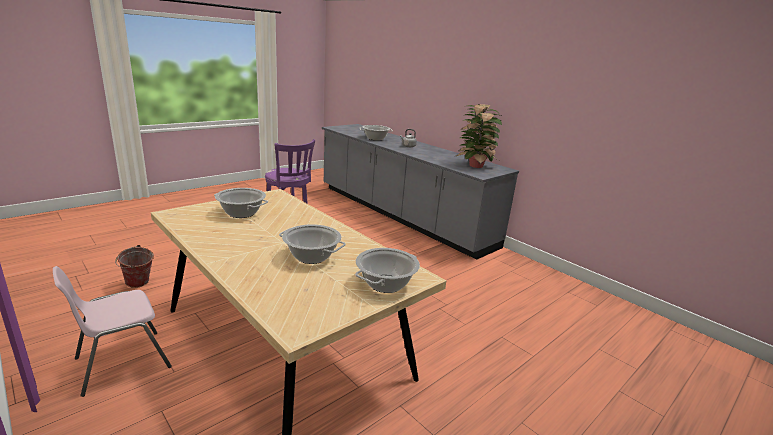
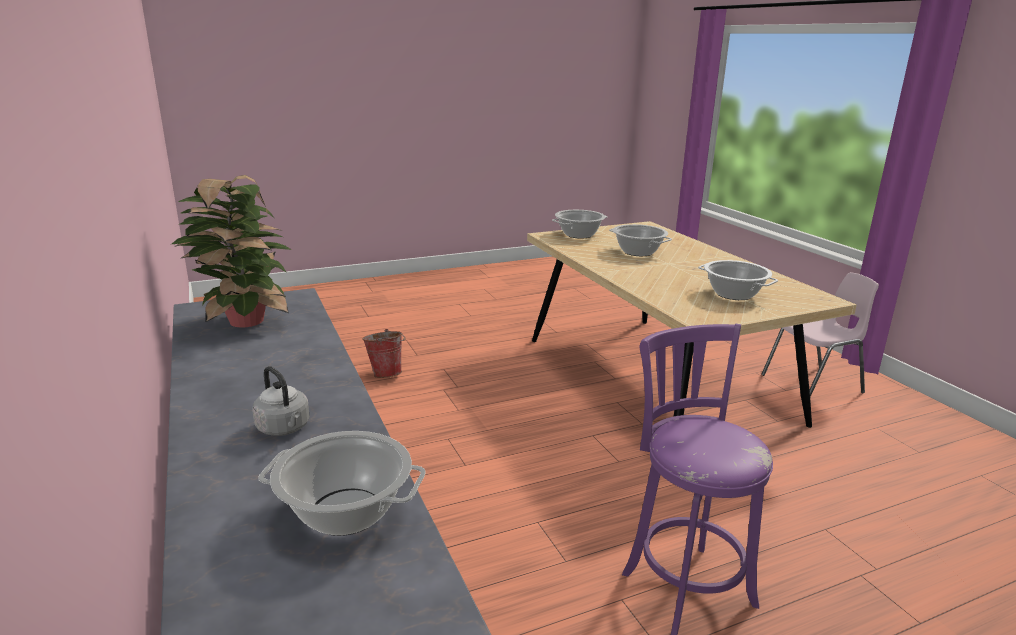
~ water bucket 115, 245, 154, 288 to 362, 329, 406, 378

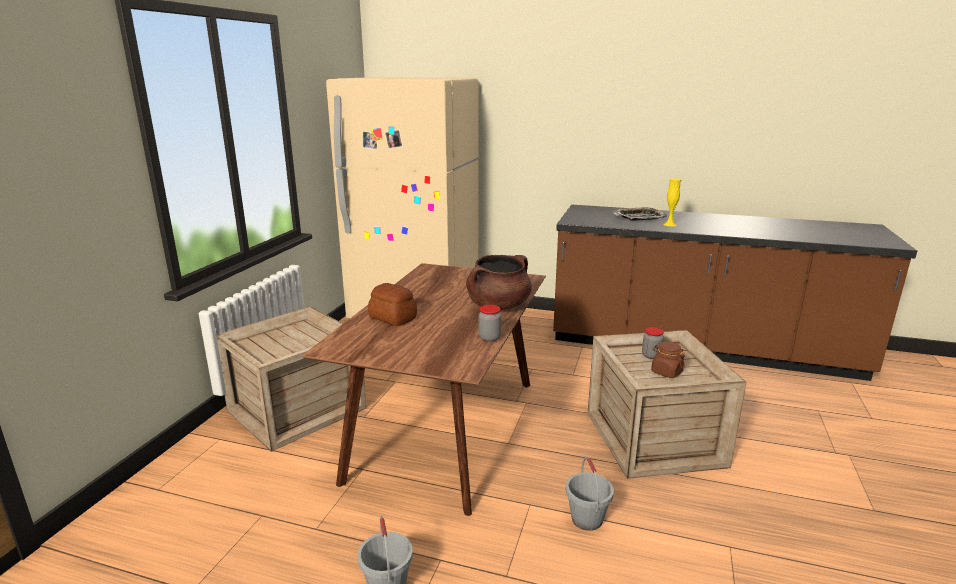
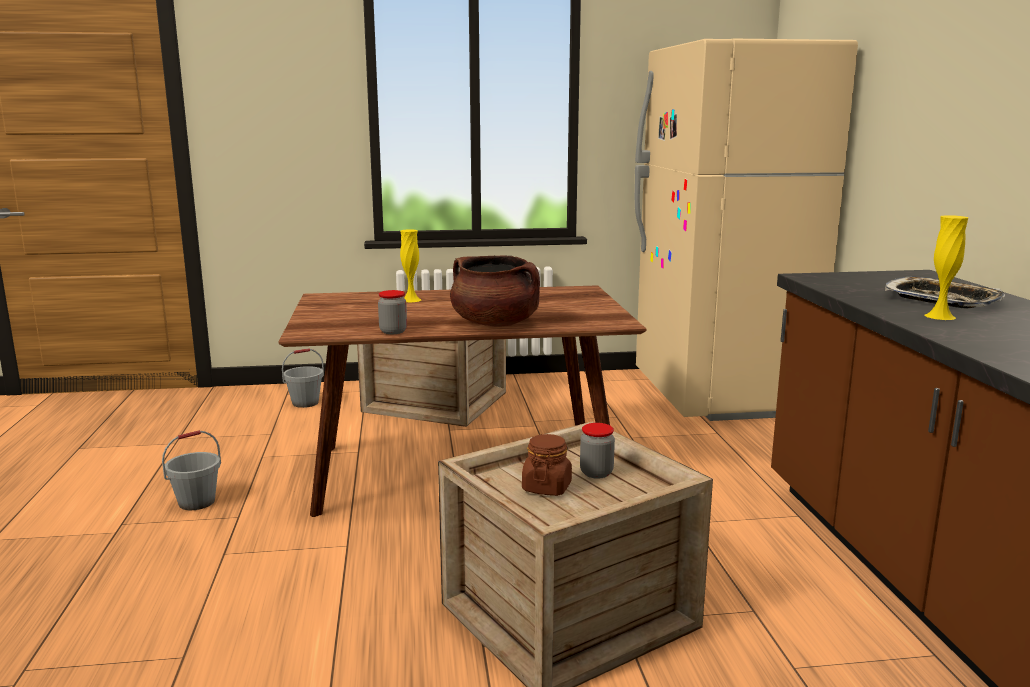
~ water bucket (grey) 566, 457, 614, 531 to 282, 348, 324, 408
~ baked bread 368, 283, 417, 326 to vase (yellowish) 400, 229, 421, 302

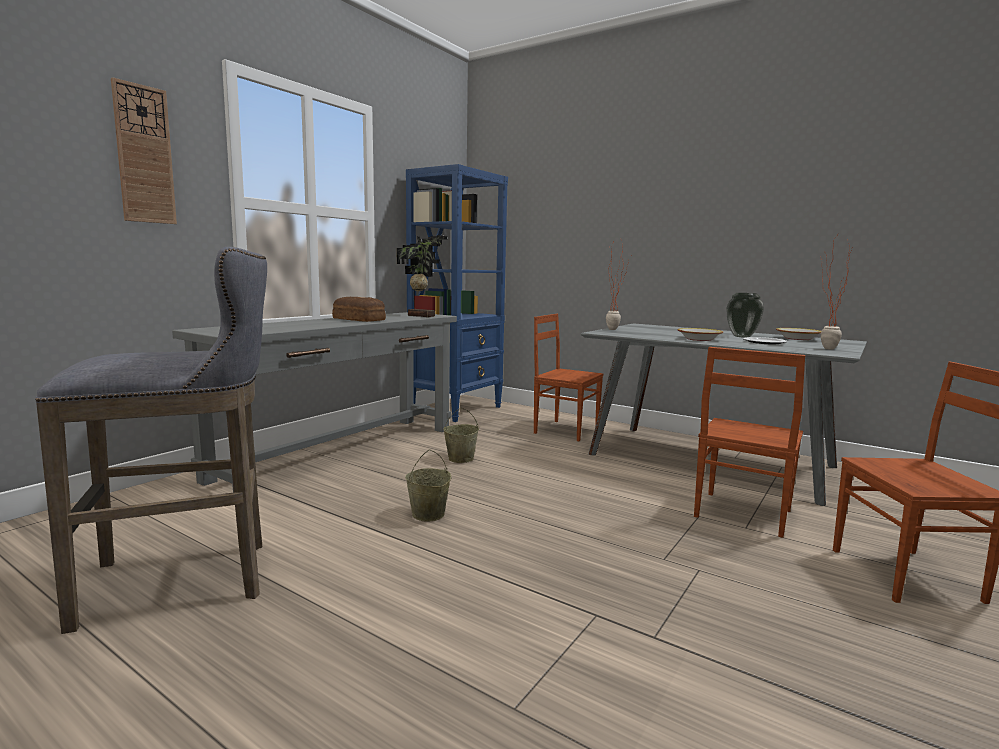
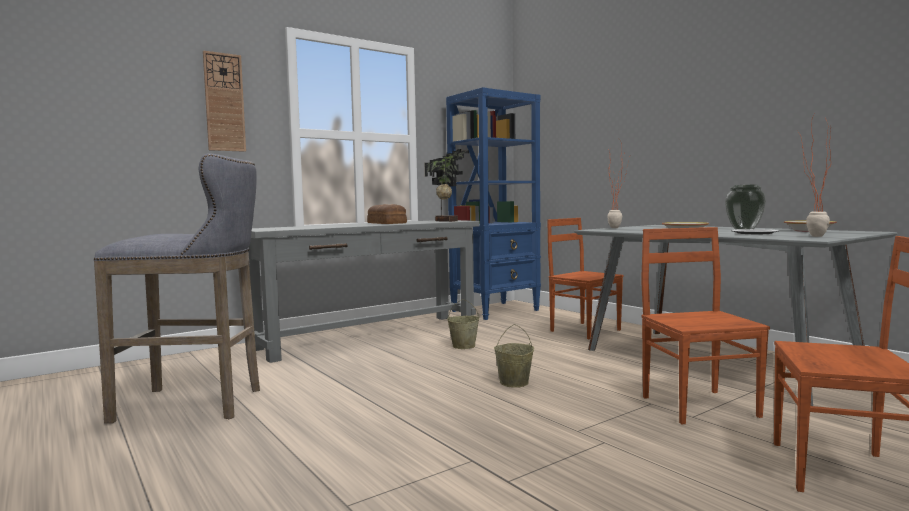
~ water bucket (beige-coloured) 405, 450, 451, 522 to 494, 324, 534, 388
~ chair (brown-coloured) 694, 347, 805, 538 = 641, 227, 770, 424 120 degrees clockwise

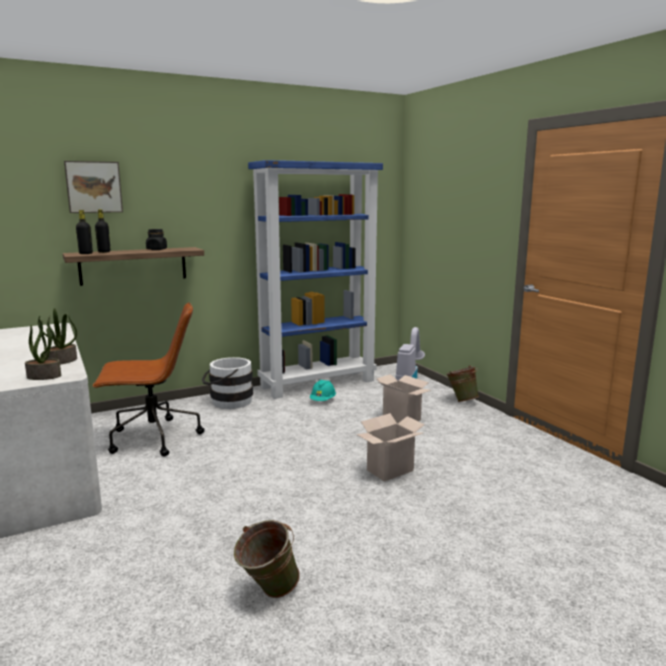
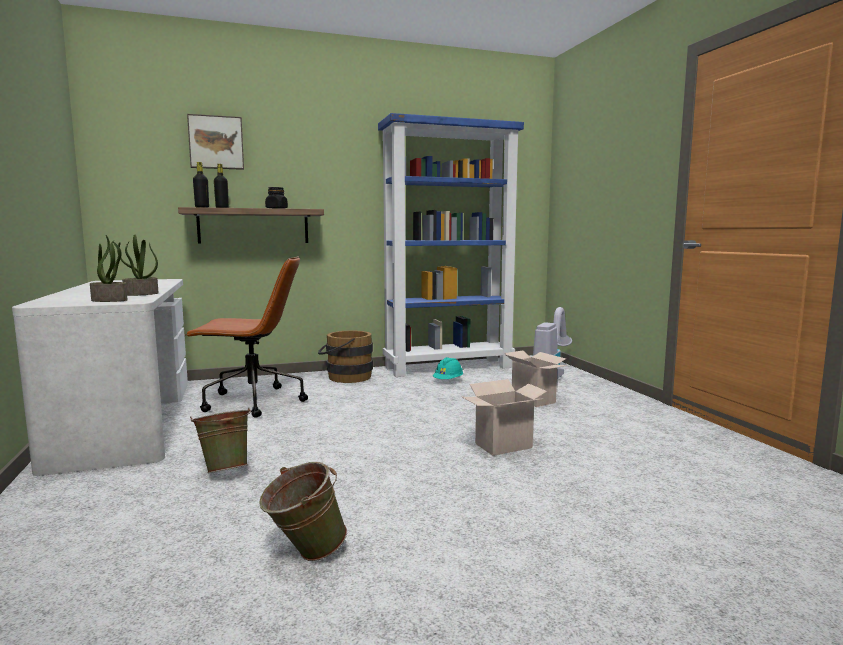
~ water bucket (greenish) 446, 365, 479, 402 to 190, 408, 251, 473
~ water bucket (whitish) 202, 357, 253, 409 to water bucket (brown-coloured) 318, 331, 373, 383

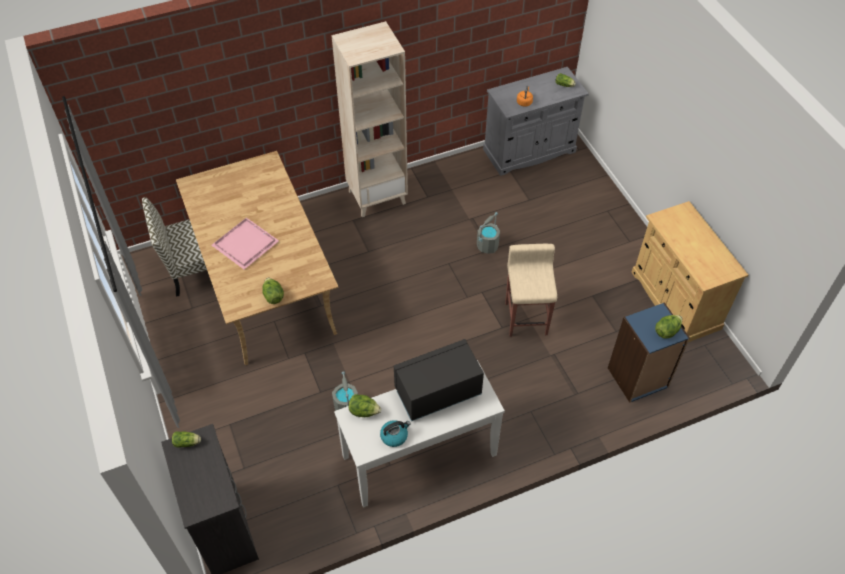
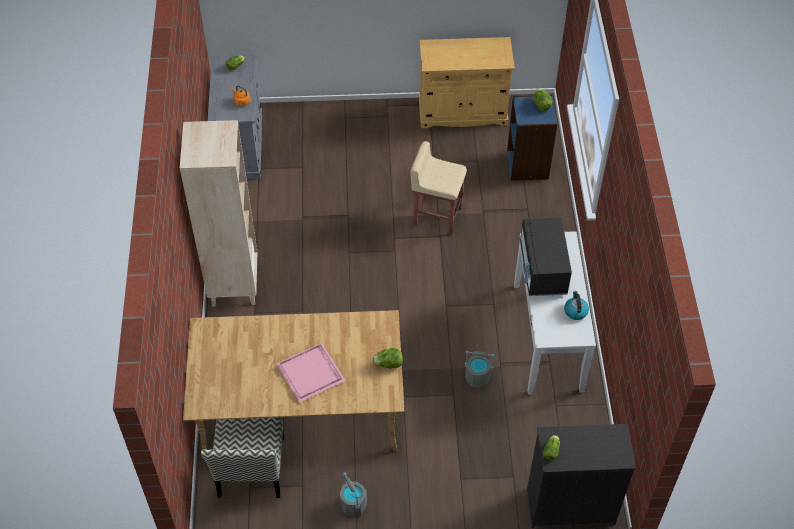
- head of lettuce 348, 394, 381, 417
~ water bucket (grey) 477, 212, 500, 254 to 340, 472, 367, 517

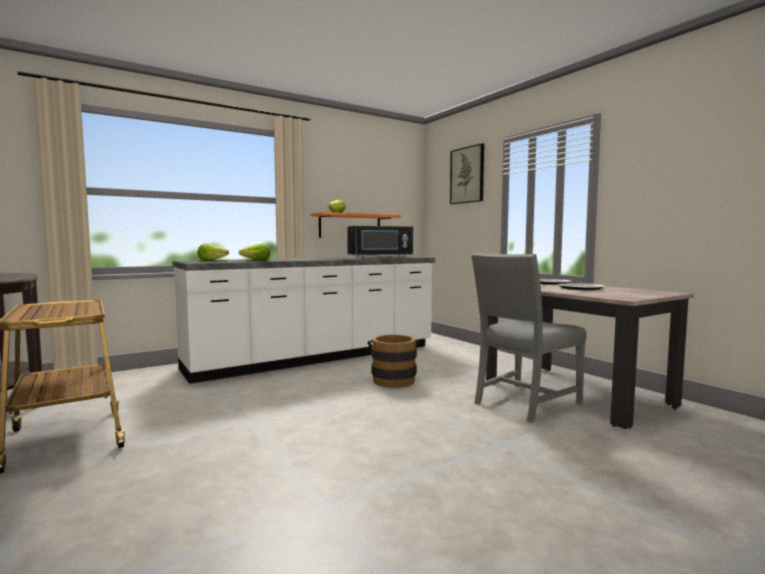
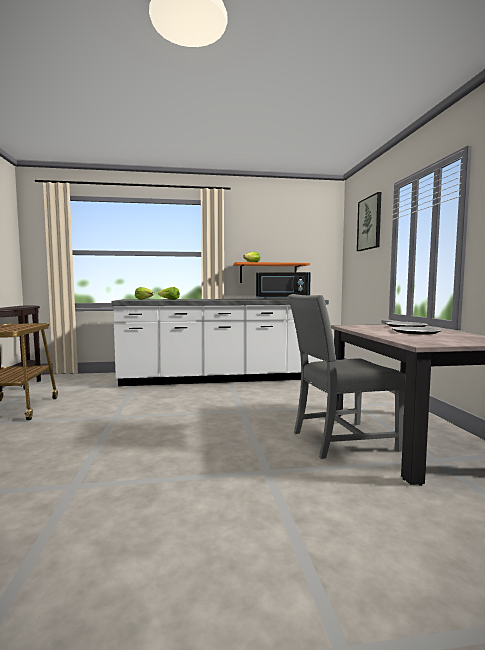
- water bucket (brown-coloured) 367, 335, 420, 388

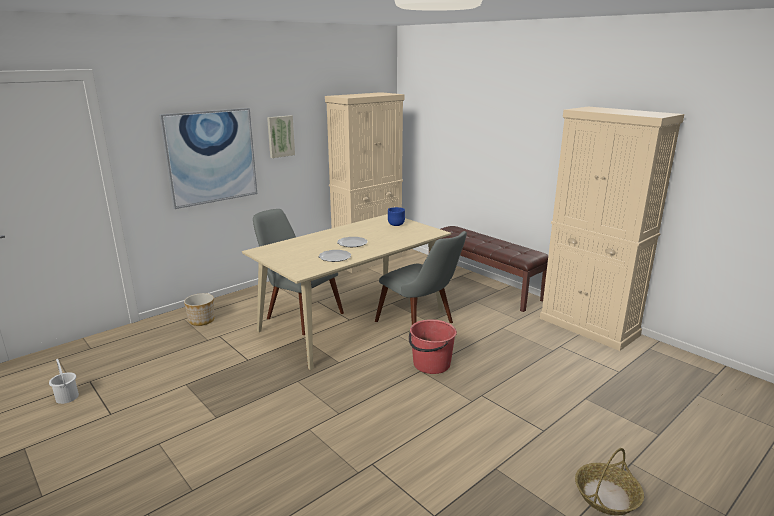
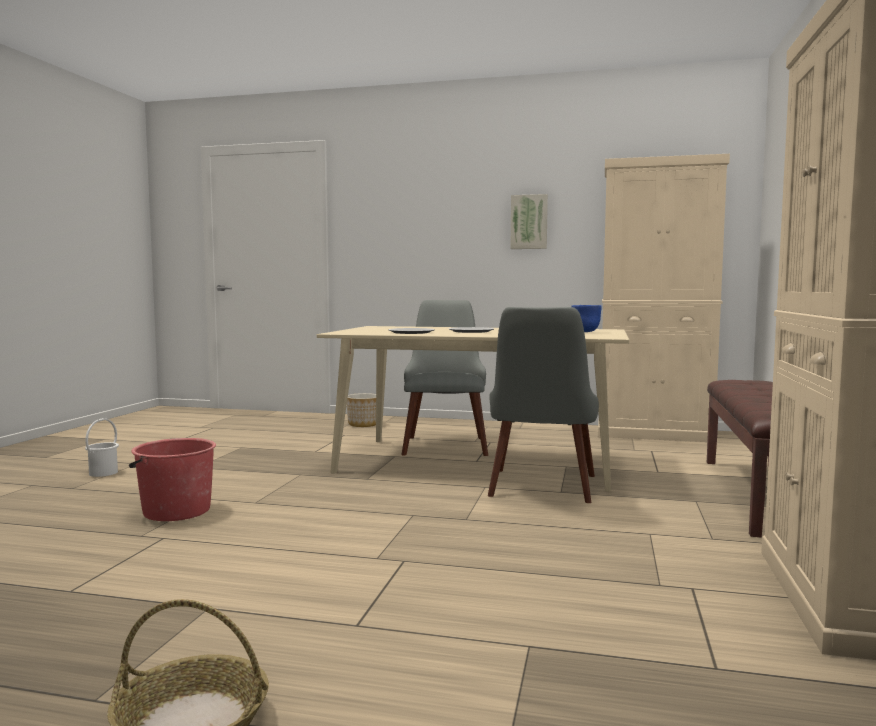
- wall art 159, 108, 257, 209
~ water bucket (whitish) 49, 359, 79, 404 to 85, 418, 119, 477
~ water bucket (reddish) 409, 319, 457, 374 to 129, 438, 216, 521

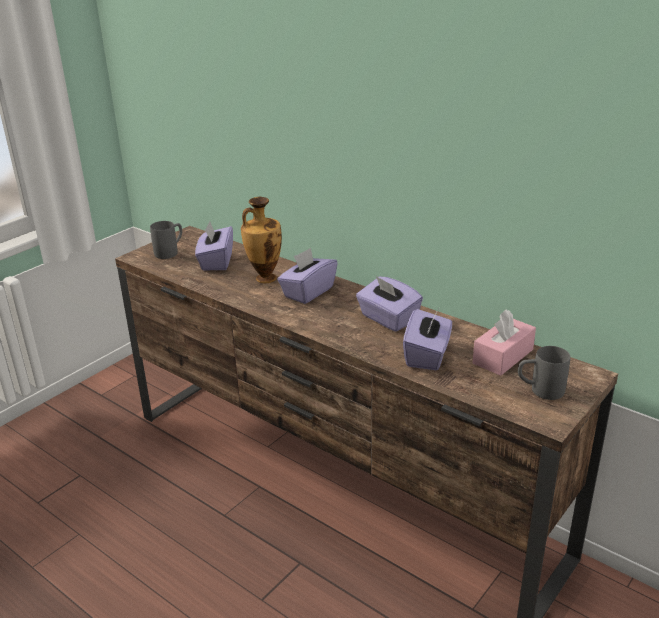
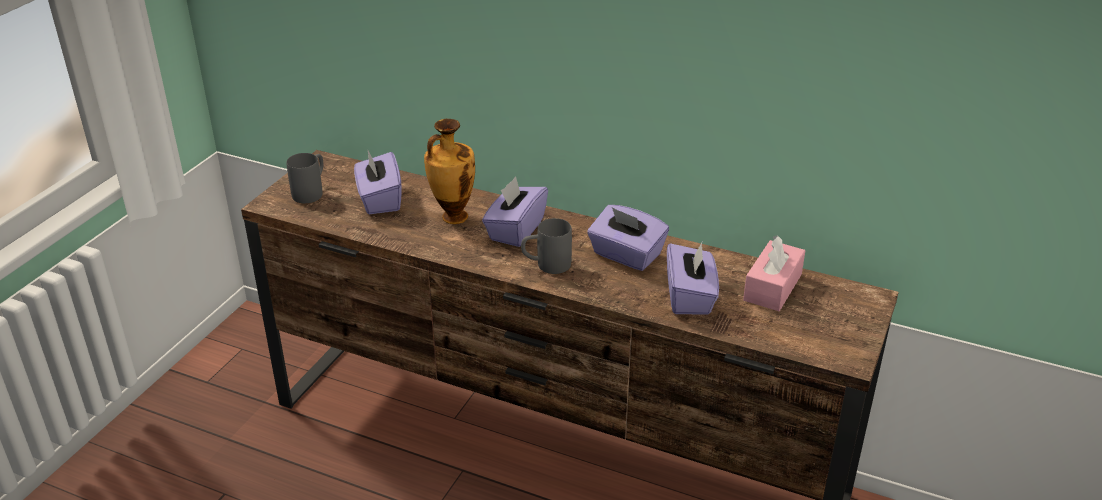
~ coffee mug (grey) 518, 346, 570, 400 to 521, 218, 572, 274

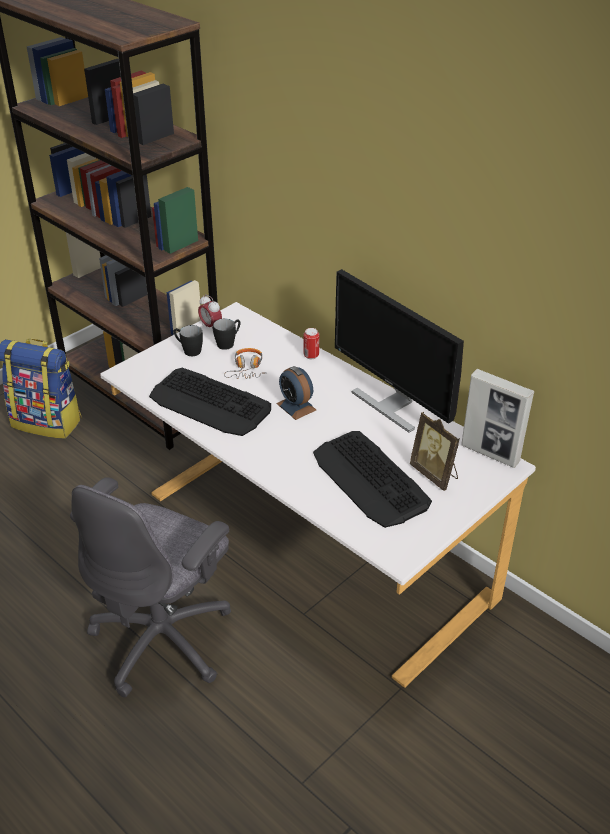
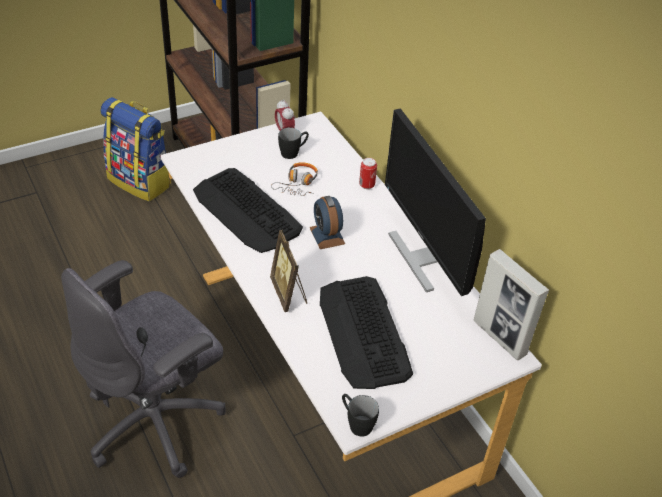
~ coffee mug (black-coloured) 173, 325, 203, 356 to 342, 394, 379, 437
~ photo frame 410, 412, 460, 491 to 270, 230, 307, 312

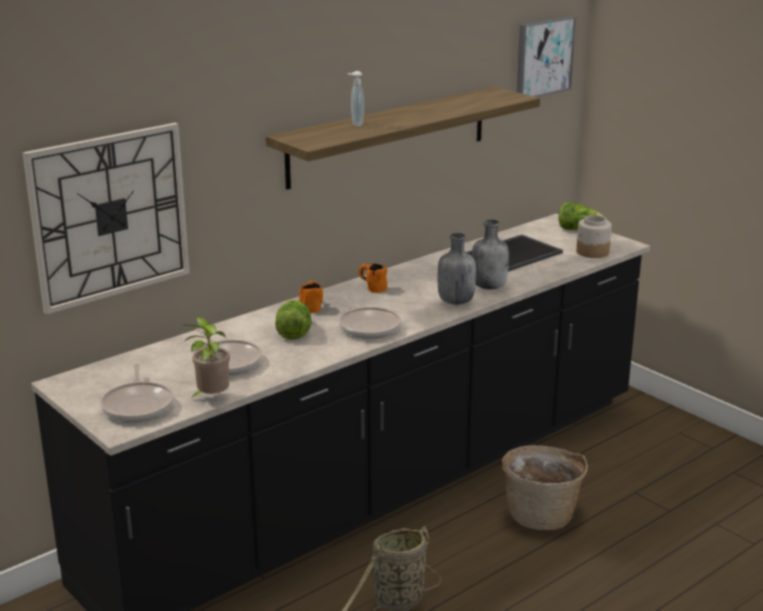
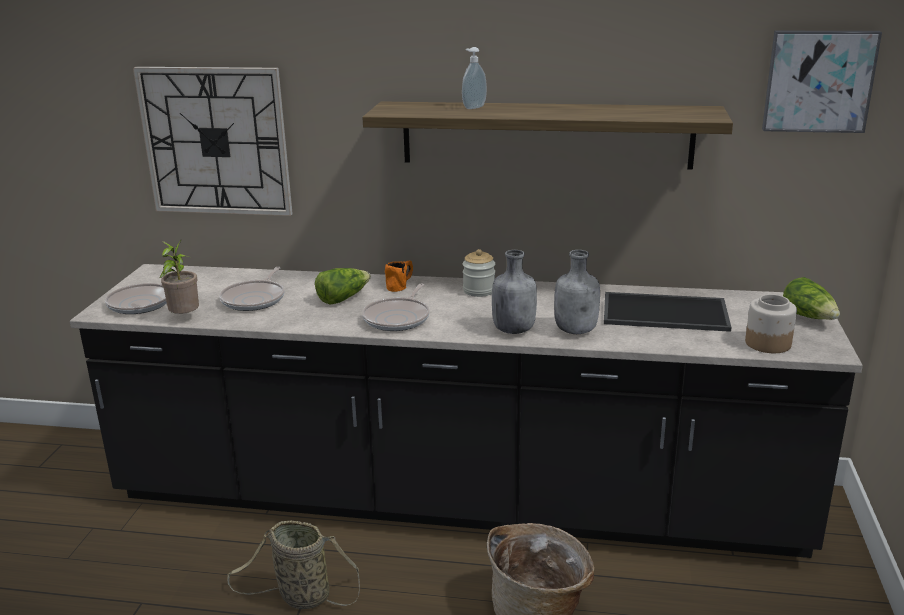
~ coffee mug (orange) 358, 263, 387, 293 to jar 463, 249, 495, 297

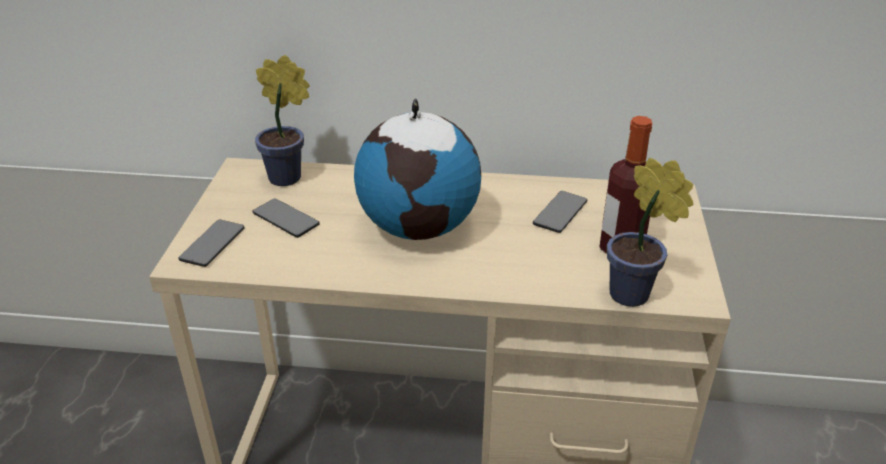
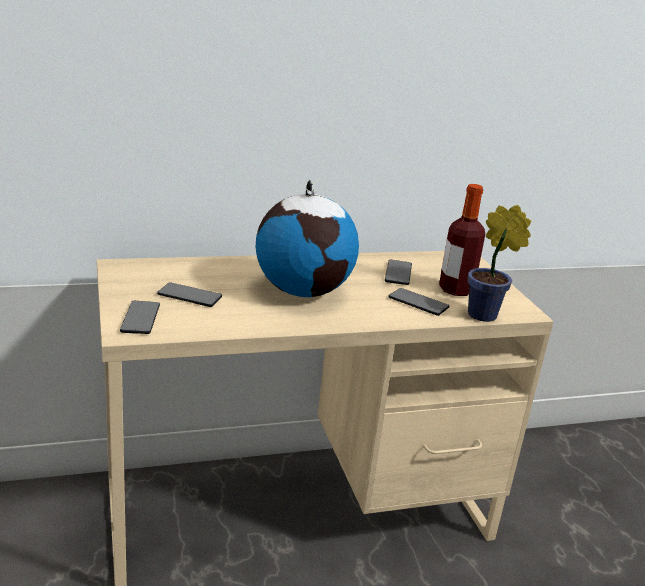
- potted plant 255, 55, 310, 186
+ handset 389, 288, 449, 316

